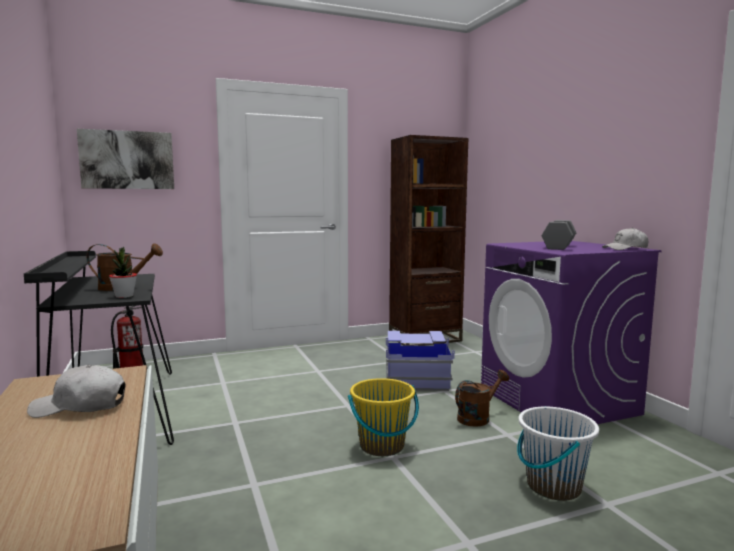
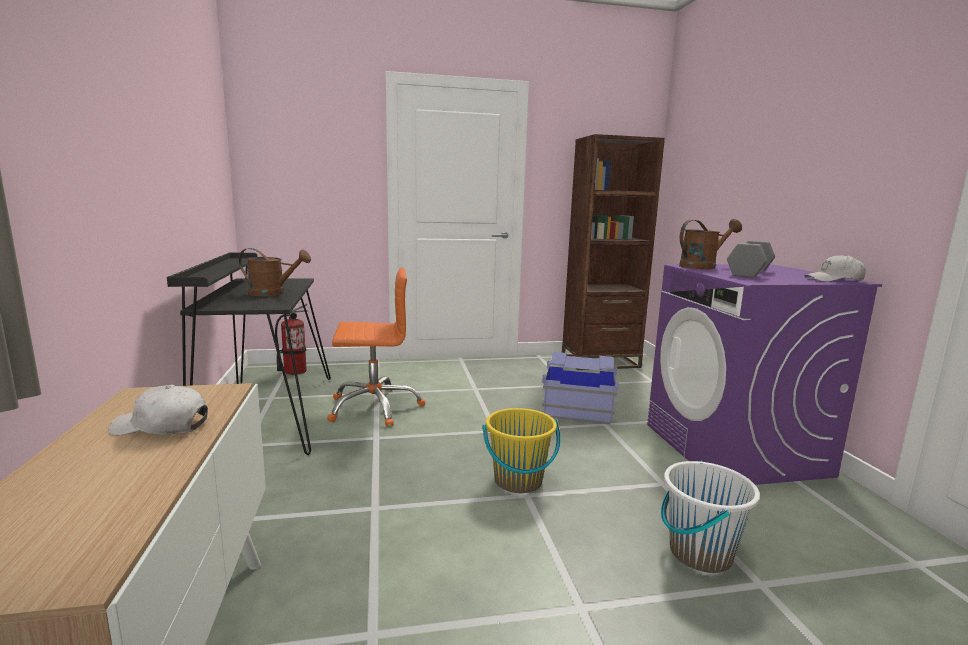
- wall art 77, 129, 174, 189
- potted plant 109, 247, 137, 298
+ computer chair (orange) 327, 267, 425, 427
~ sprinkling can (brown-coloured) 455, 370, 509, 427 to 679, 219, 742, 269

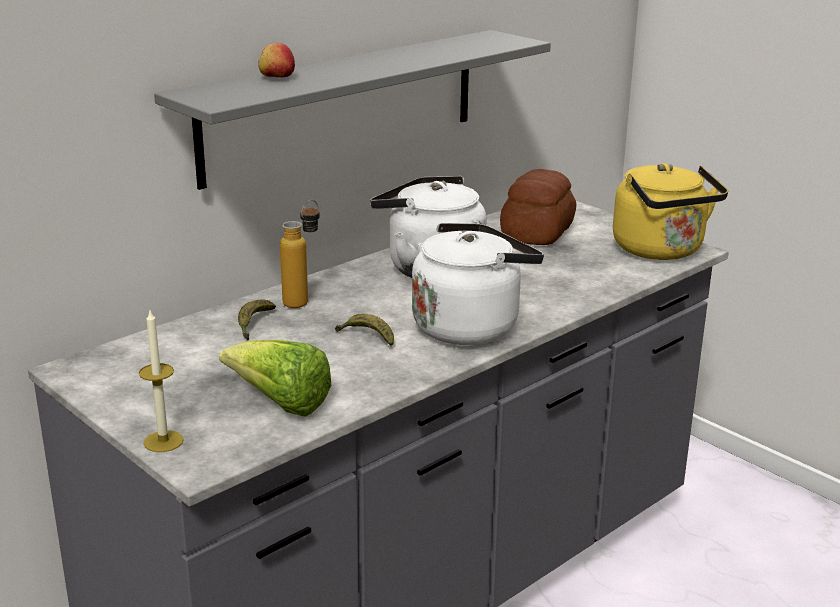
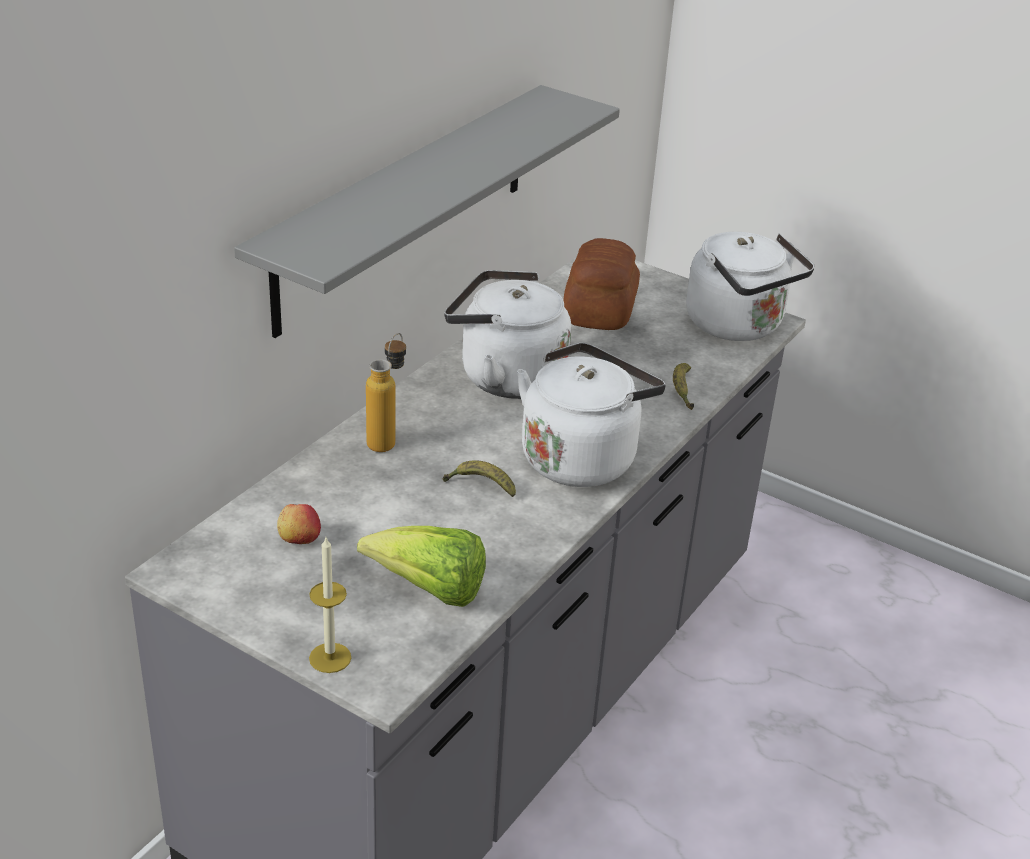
~ banana fruit 238, 300, 276, 340 to 673, 363, 694, 410
~ whole apple 258, 43, 295, 78 to 277, 504, 321, 544
~ water kettle (yellowish) 613, 163, 728, 260 to water kettle (whitish) 686, 232, 814, 341

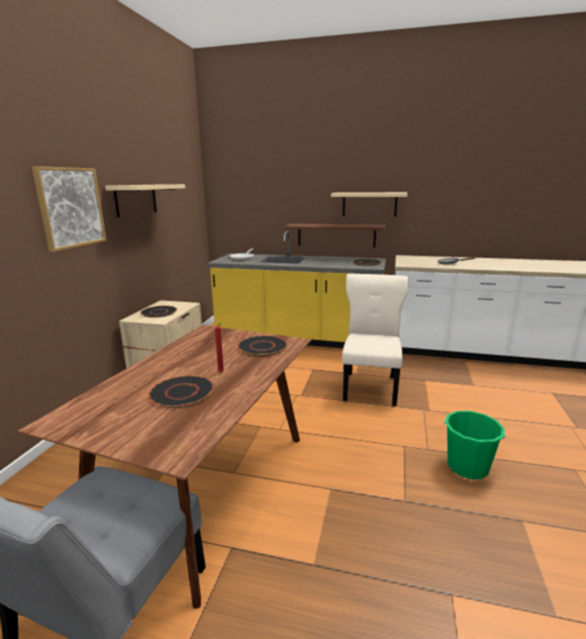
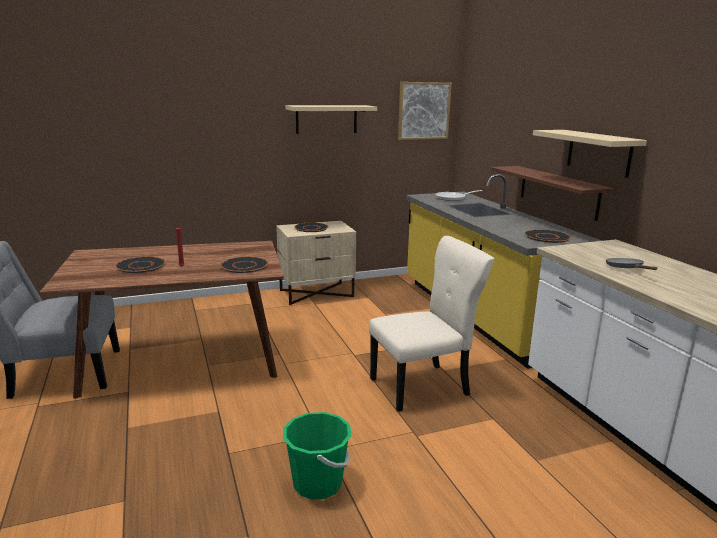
~ wall art 32, 166, 107, 252 to 398, 82, 452, 140

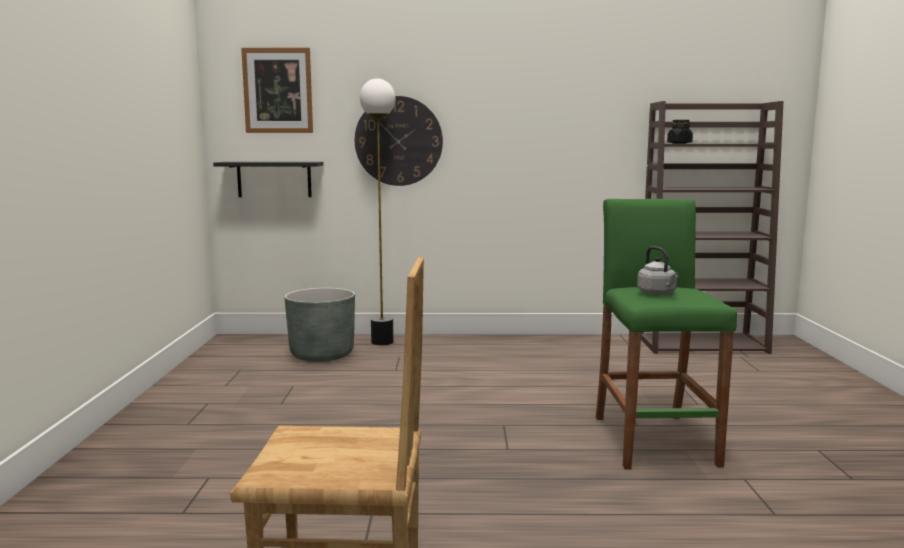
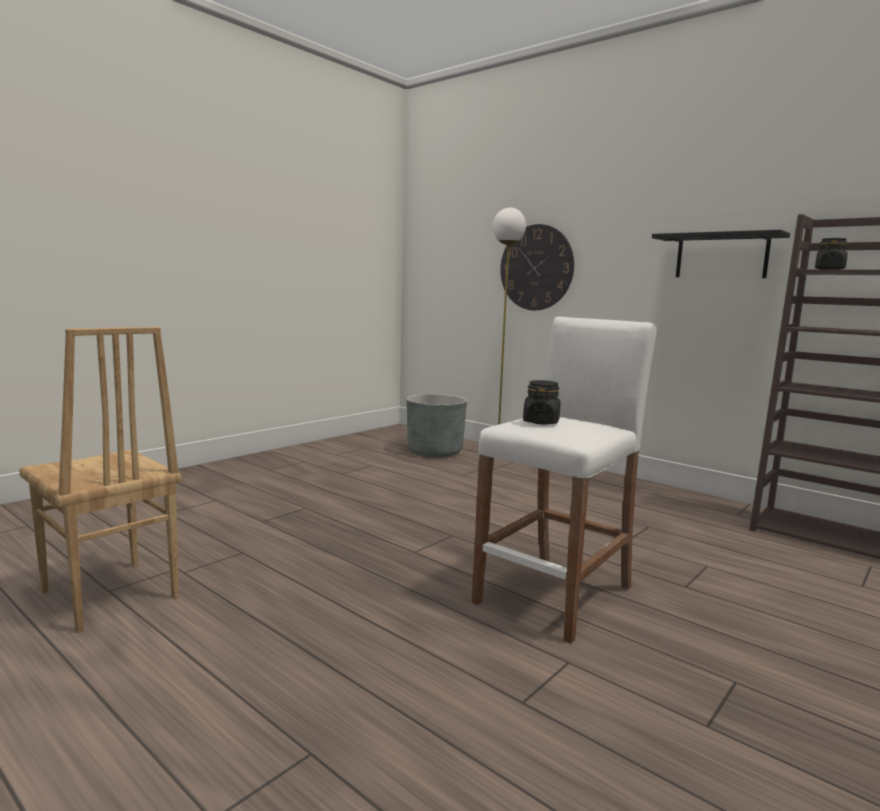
- wall art 241, 48, 313, 133
~ bracket shelf (black-coloured) 213, 162, 324, 197 to 652, 230, 790, 278
~ water kettle (grey) 637, 246, 678, 295 to jar (black-coloured) 523, 380, 560, 424
~ sitting stool (greenish) 596, 199, 737, 469 to sitting stool (whitish) 472, 317, 657, 644

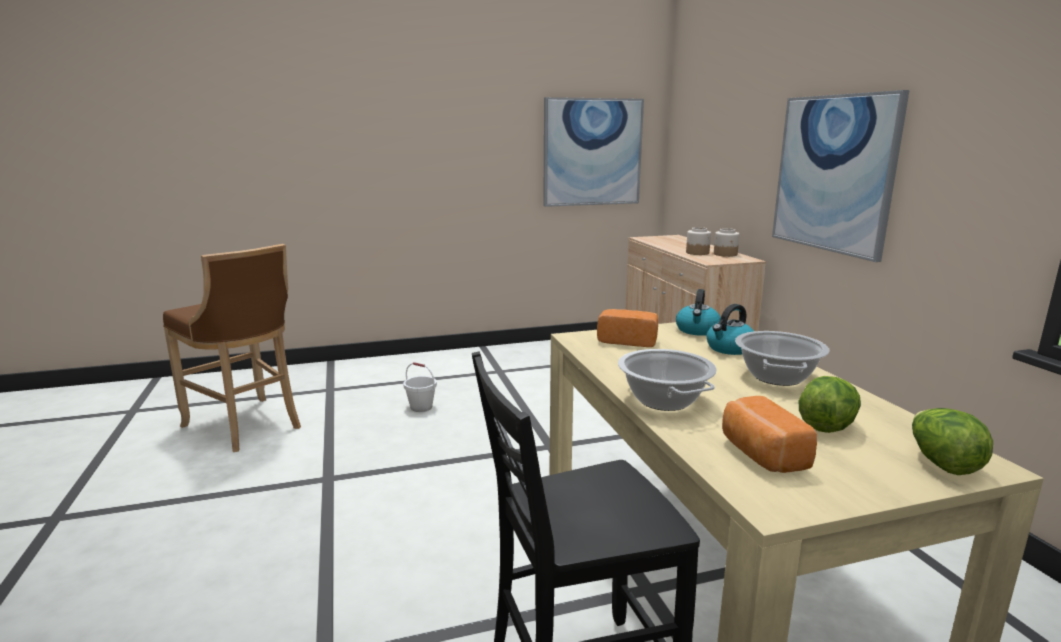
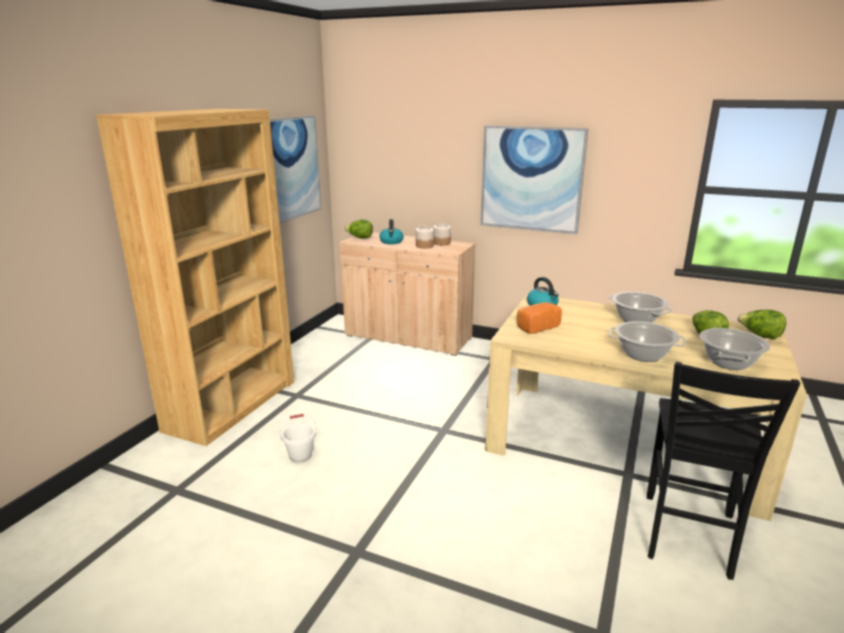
- sitting stool (brown-coloured) 163, 244, 301, 452
+ shelving unit (brown-coloured) 96, 109, 294, 446
+ head of lettuce 344, 219, 373, 239
~ water kettle 706, 304, 754, 355 to 379, 219, 404, 244
~ baked bread 722, 396, 817, 473 to cooking pot 700, 328, 770, 370

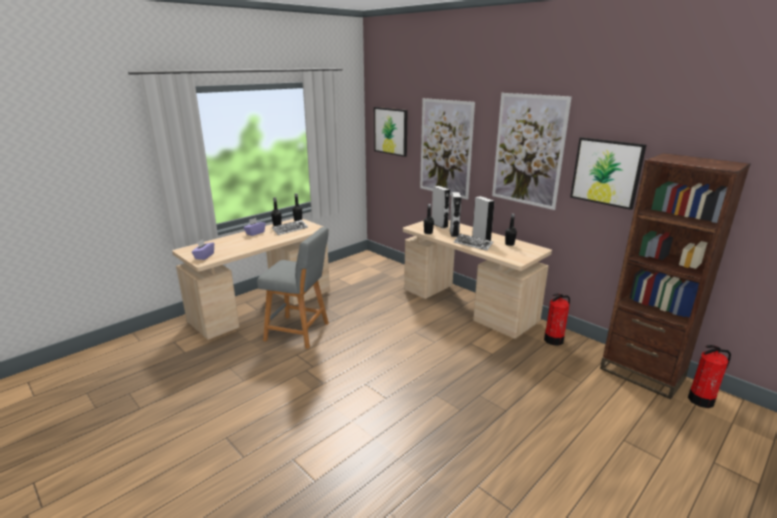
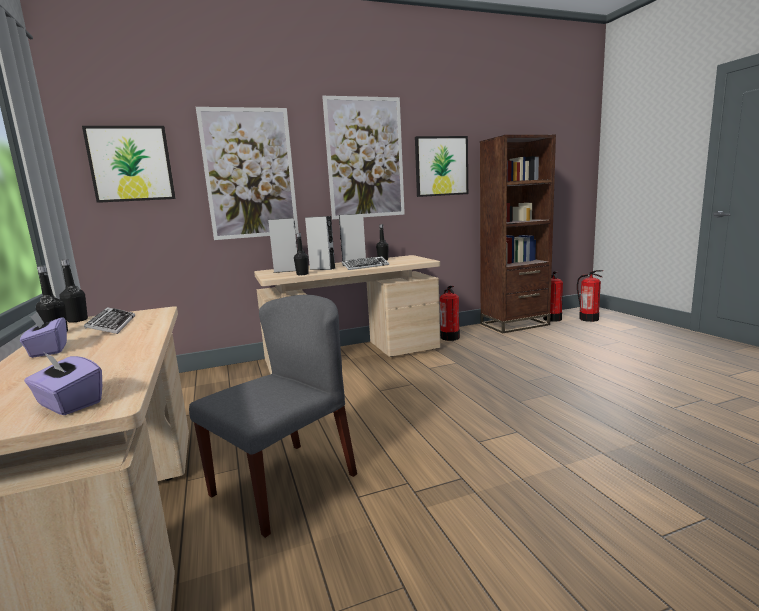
+ fire-fighting cylinder 577, 270, 603, 322
~ sitting stool (grey) 257, 227, 329, 349 to chair (grey) 189, 294, 357, 538

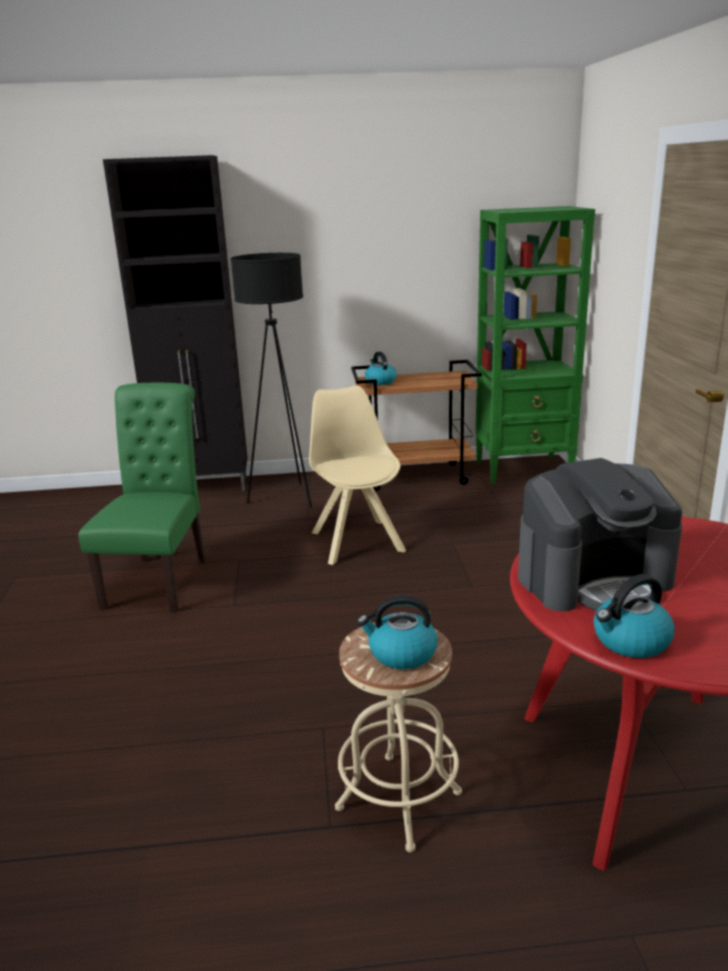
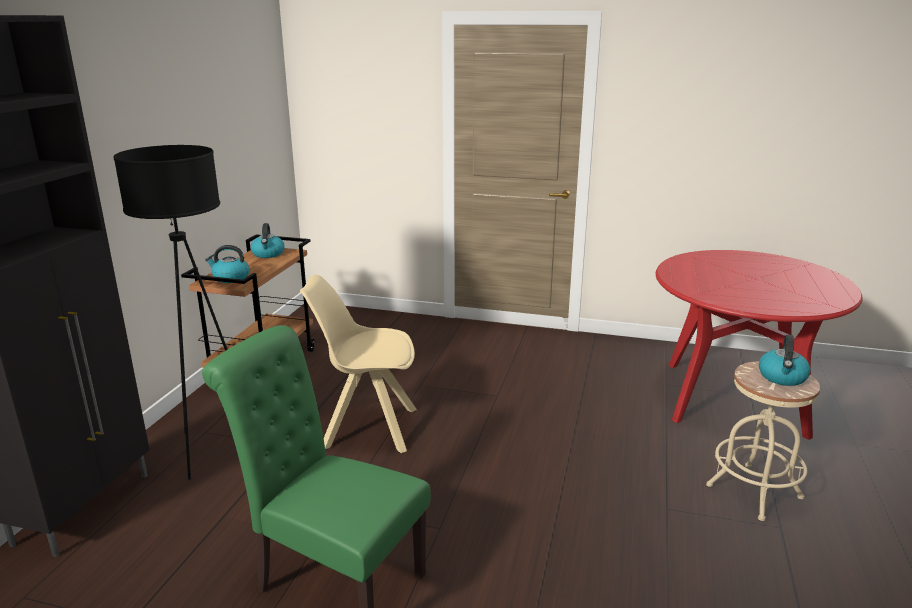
- shelving unit (greenish) 476, 206, 595, 484
- coffee machine 518, 458, 682, 612
~ water kettle 594, 574, 675, 658 to 251, 223, 285, 258

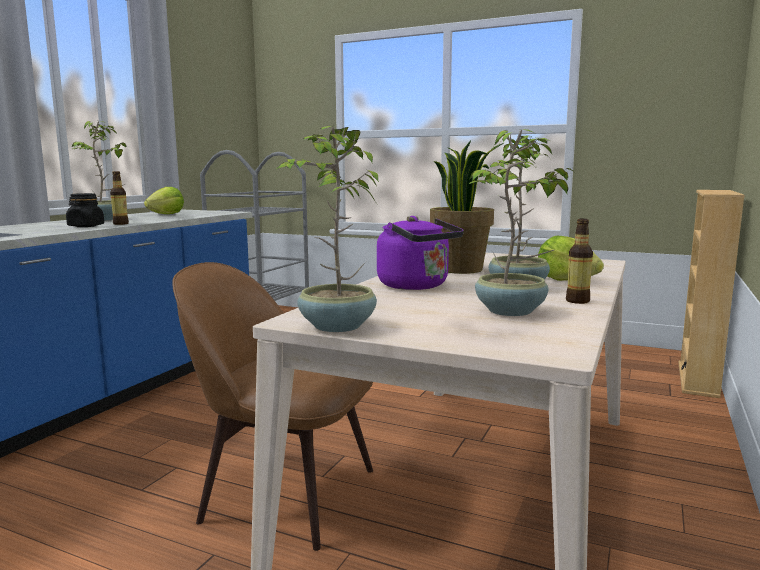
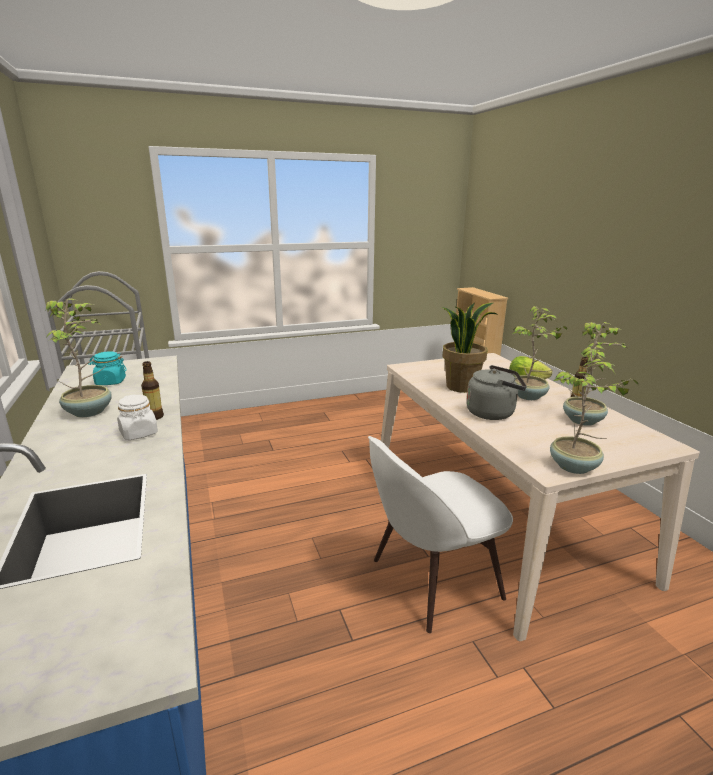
~ head of lettuce 144, 187, 184, 214 to jar (turquoise) 88, 352, 127, 385
~ jar (black-coloured) 66, 193, 104, 227 to jar (whitish) 117, 394, 158, 440
~ chair (brown-coloured) 172, 262, 373, 551 to chair (whitish) 368, 436, 513, 633
~ water kettle (purple) 377, 216, 464, 290 to water kettle (grey) 466, 365, 527, 420

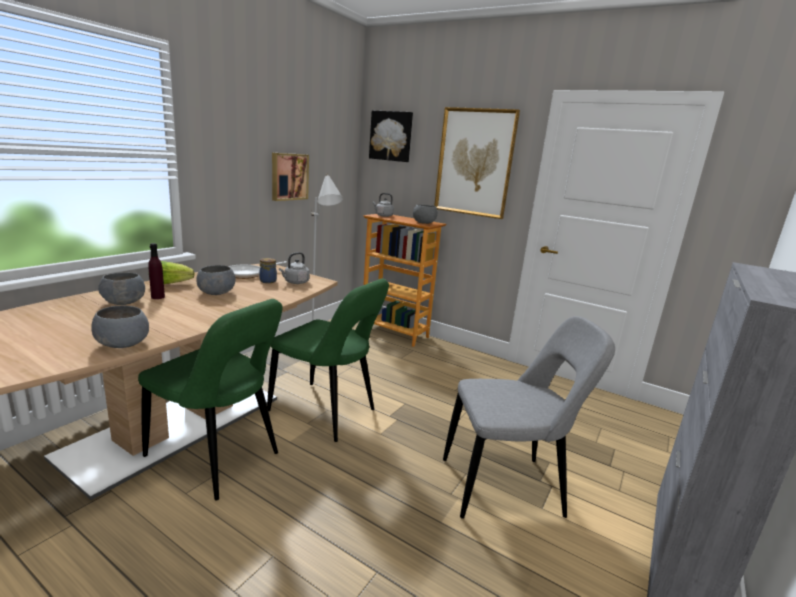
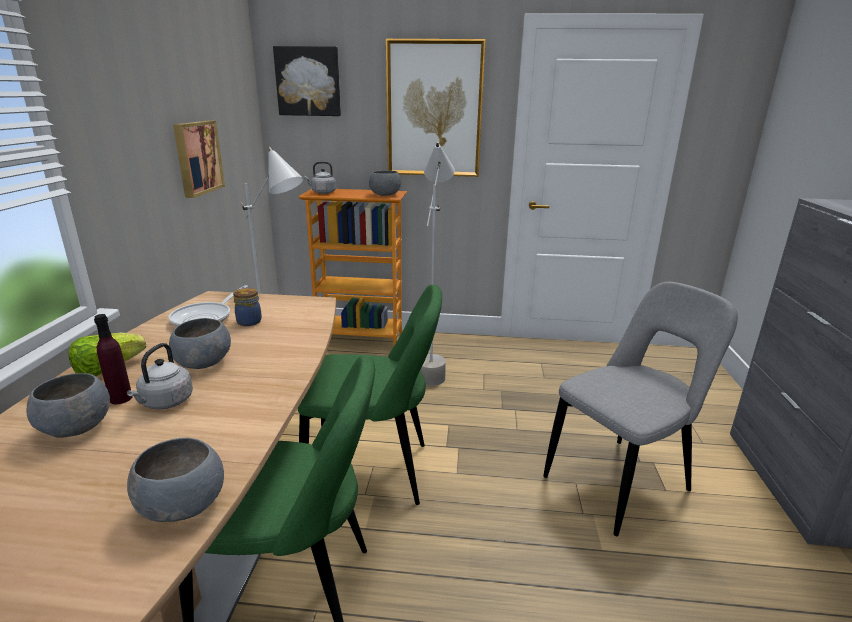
+ standing lamp (grey) 420, 142, 455, 386
~ water kettle (grey) 279, 252, 310, 284 to 127, 343, 193, 410

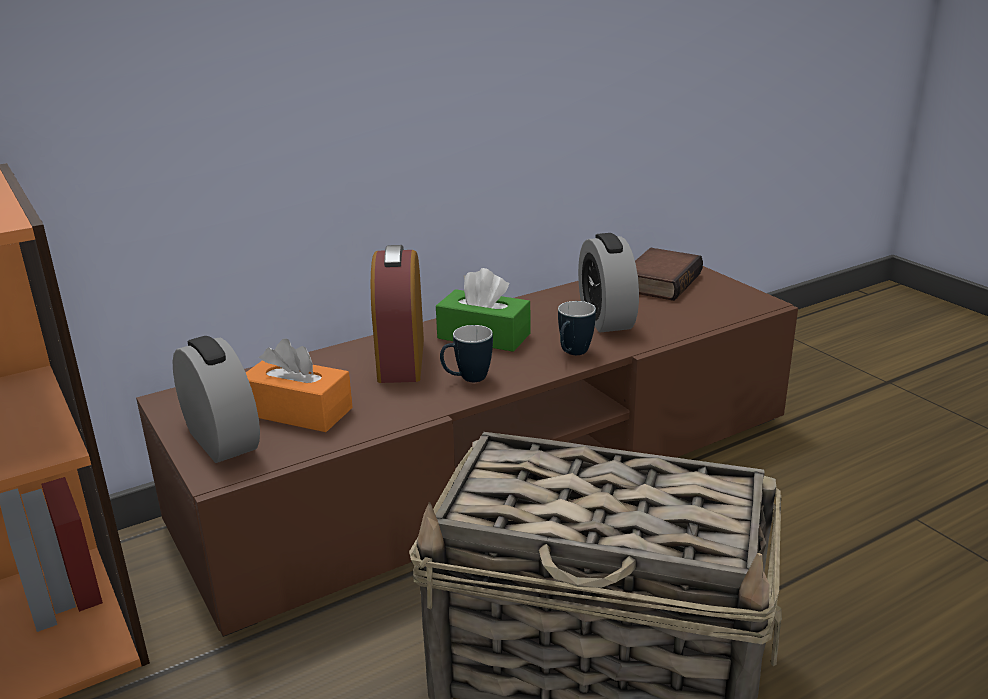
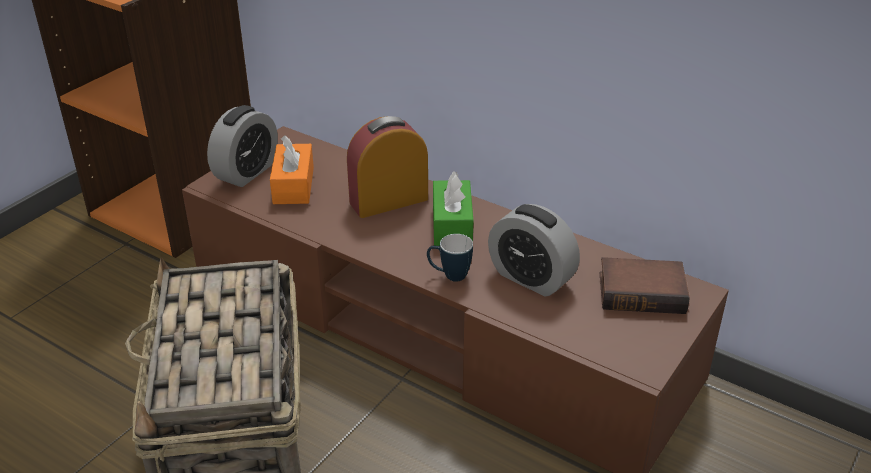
- coffee mug 440, 325, 493, 382
~ bedside clock 578, 233, 639, 332 = 488, 204, 580, 297 105 degrees counterclockwise

